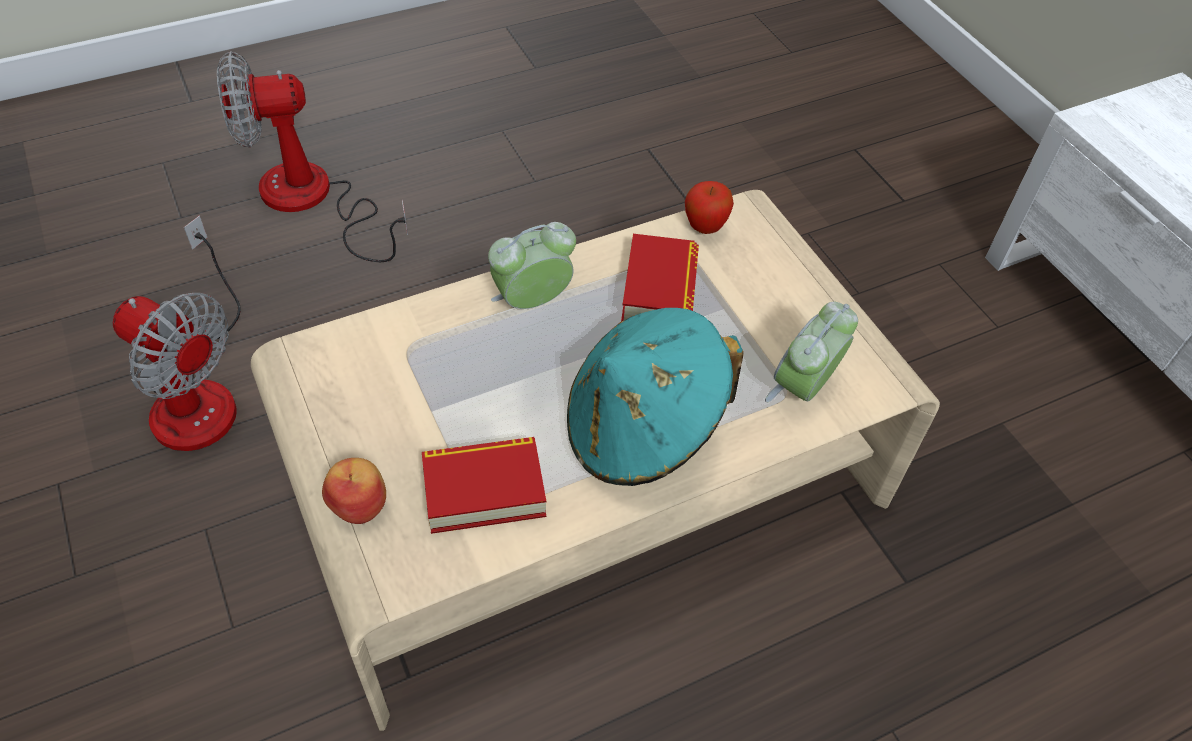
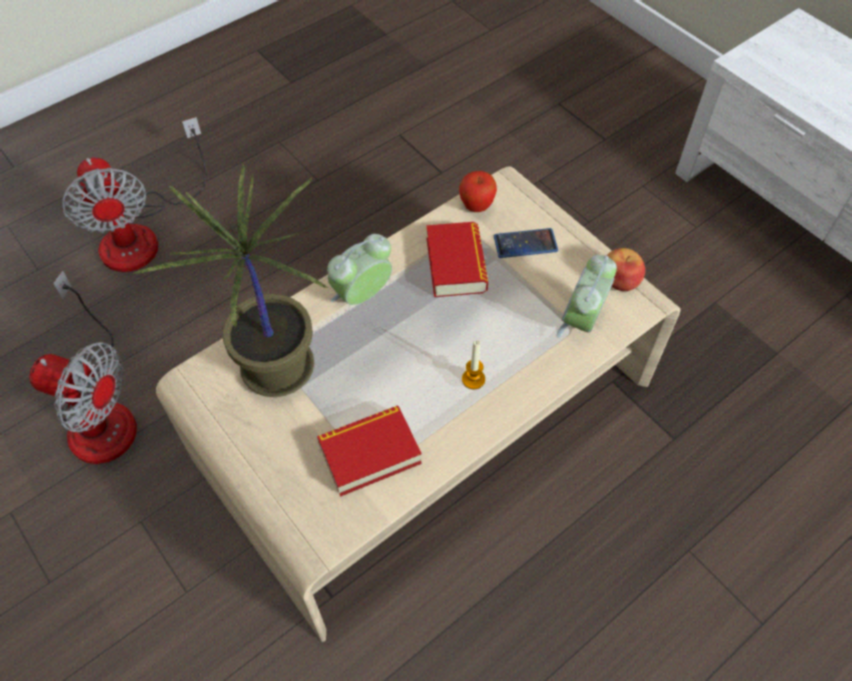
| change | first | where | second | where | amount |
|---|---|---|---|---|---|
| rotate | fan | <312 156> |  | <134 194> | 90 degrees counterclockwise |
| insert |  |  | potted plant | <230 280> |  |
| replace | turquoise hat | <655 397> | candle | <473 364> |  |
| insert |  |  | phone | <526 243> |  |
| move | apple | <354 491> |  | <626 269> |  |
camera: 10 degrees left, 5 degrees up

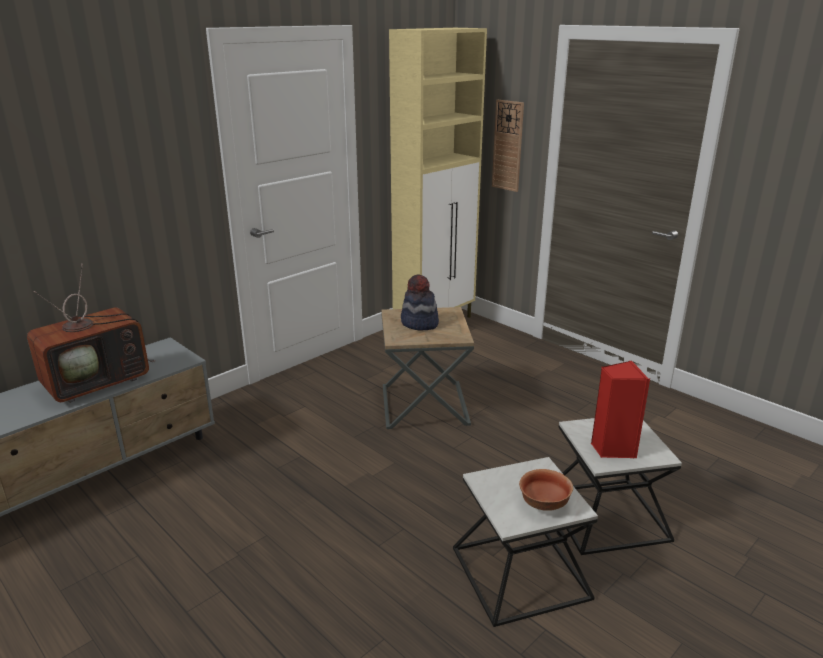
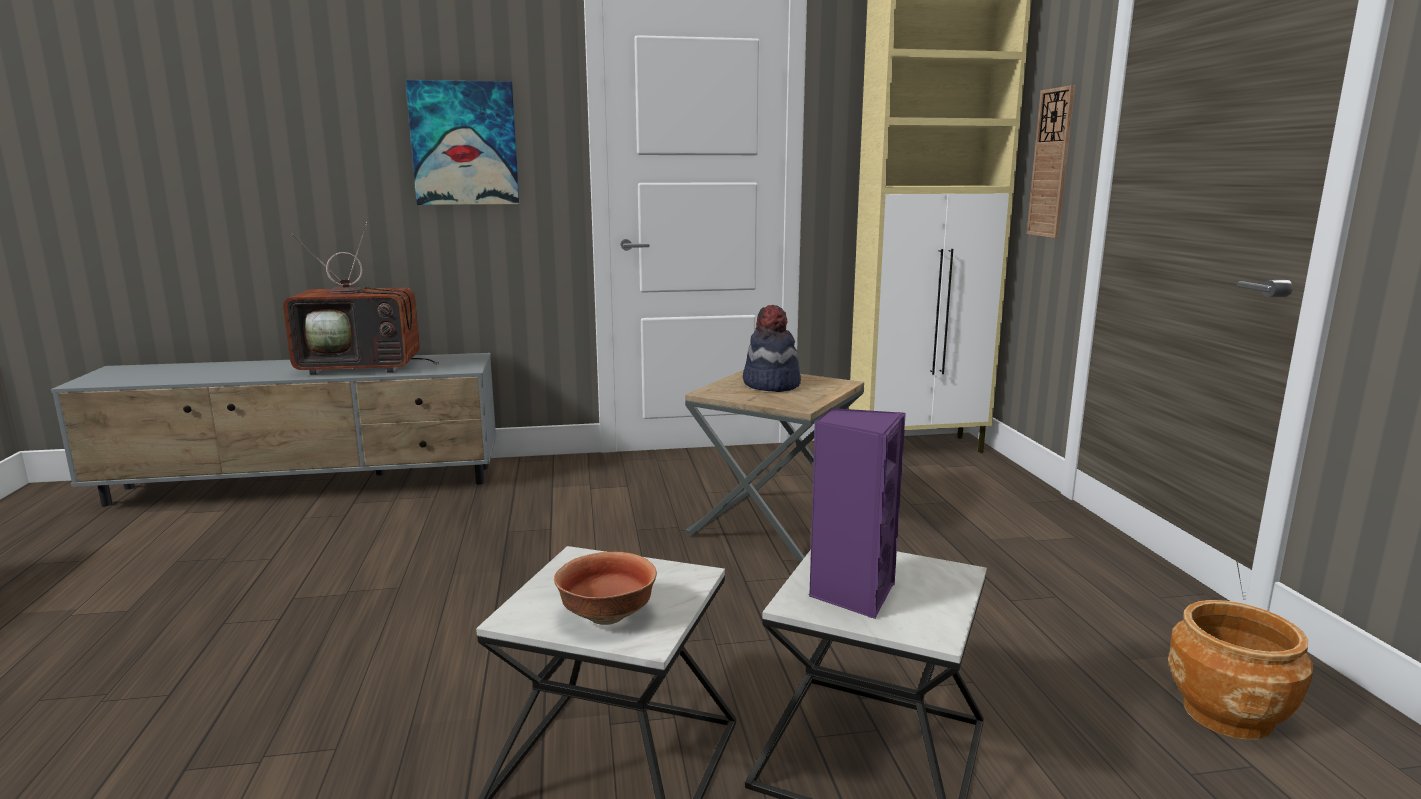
| change | first | where | second | where | amount |
|---|---|---|---|---|---|
| insert |  |  | picture | <462 142> |  |
| recolor | red speaker | <620 409> | purple speaker | <857 513> |  |
| insert |  |  | brown planter | <1240 670> |  |
camera: 35 degrees right, 10 degrees down

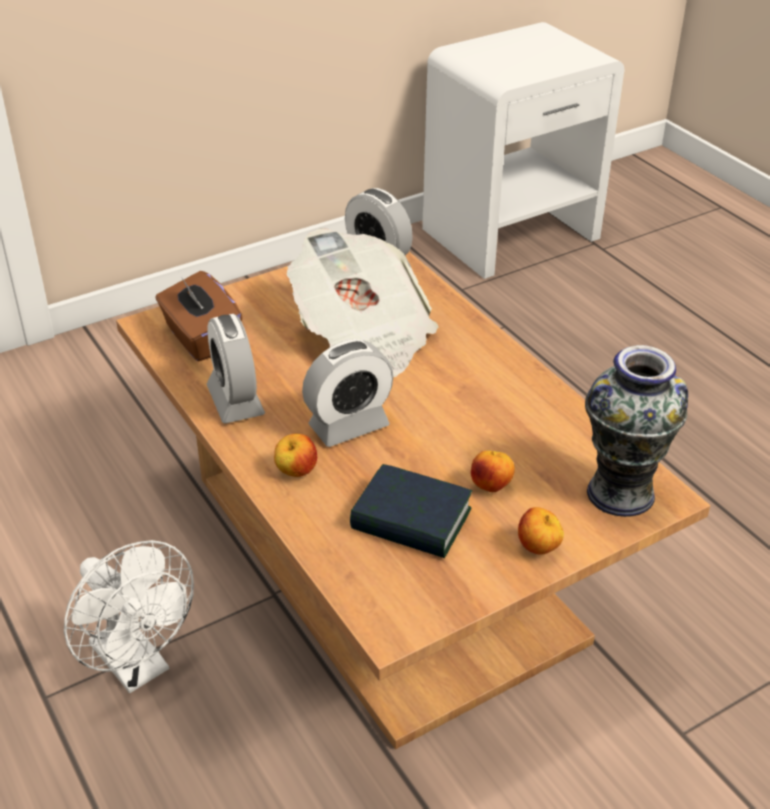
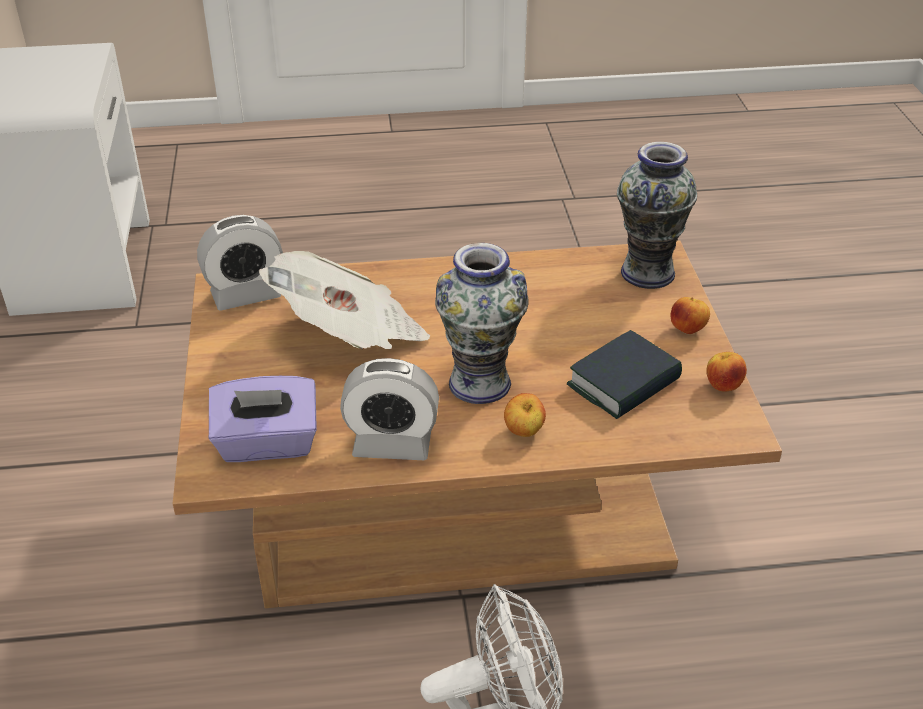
| change | first | where | second | where | amount |
|---|---|---|---|---|---|
| recolor | brown tissue box | <198 316> | purple tissue box | <263 419> |  |
| replace | alarm clock | <348 393> | vase | <482 323> |  |
| move | apple | <493 471> |  | <726 371> |  |
camera: 65 degrees left, 0 degrees up

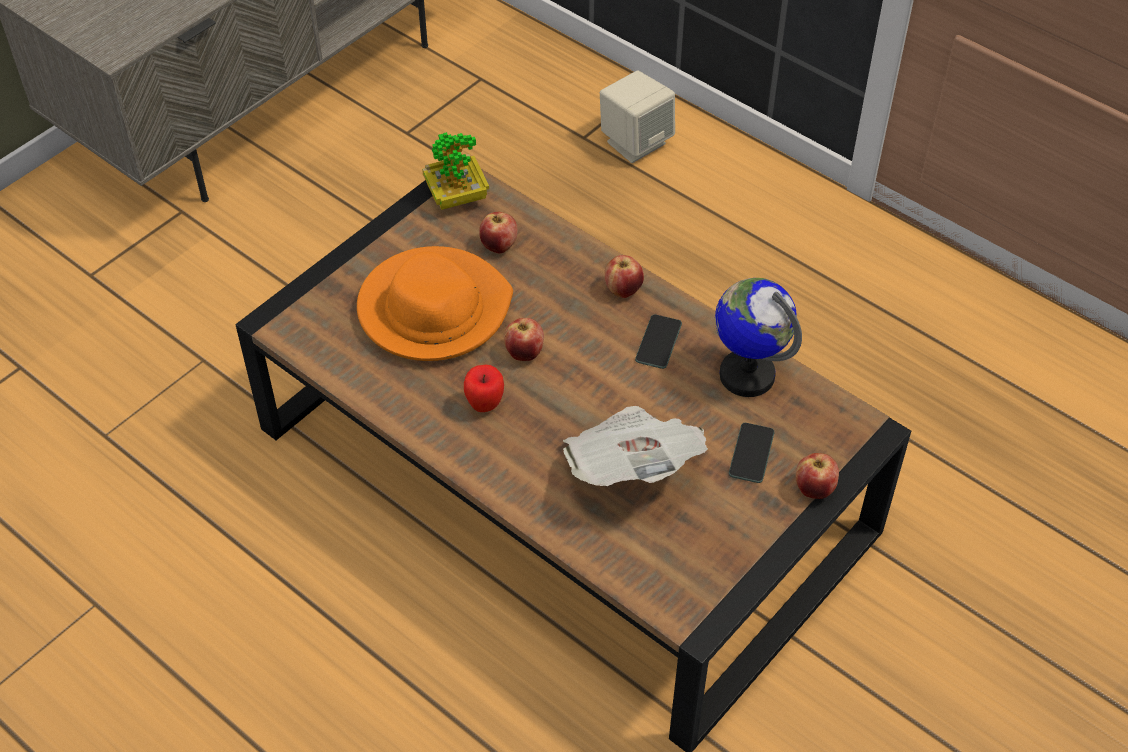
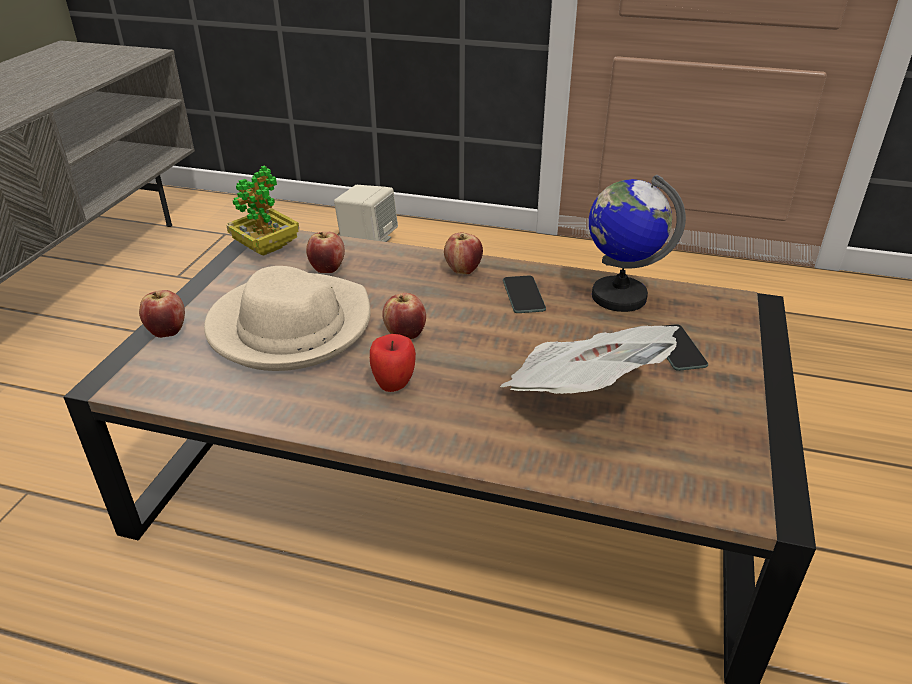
| change | first | where | second | where | amount |
|---|---|---|---|---|---|
| move | apple | <817 476> |  | <162 314> |  |
| recolor | orange hat | <435 303> | beige hat | <287 318> |  |
camera: 25 degrees left, 15 degrees down

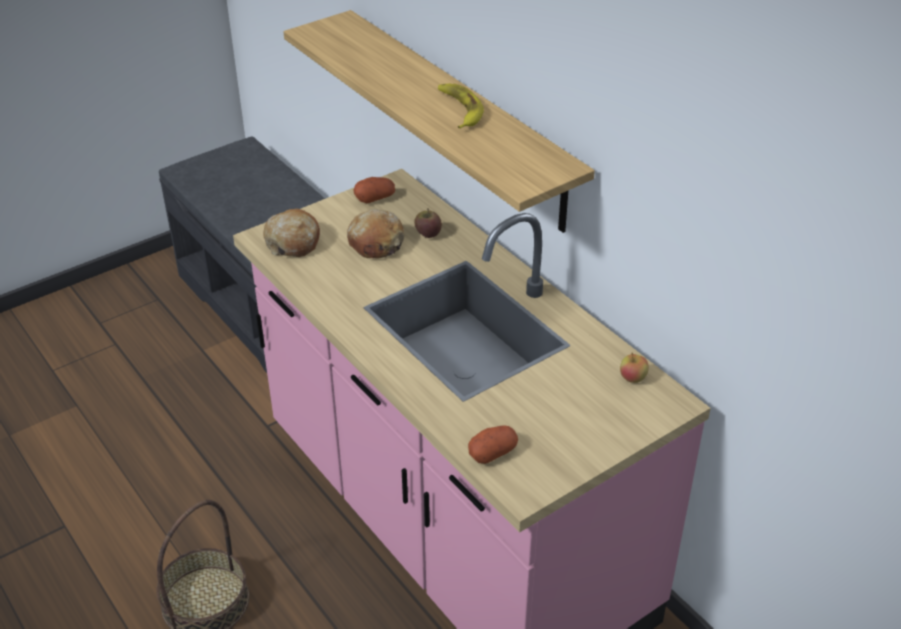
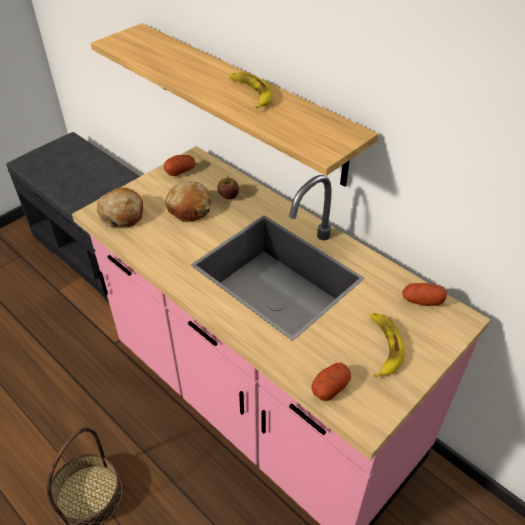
| change | first | where | second | where | amount |
|---|---|---|---|---|---|
| insert |  |  | banana | <387 345> |  |
| replace | apple | <634 368> | potato | <424 294> |  |
camera: 10 degrees left, 5 degrees up

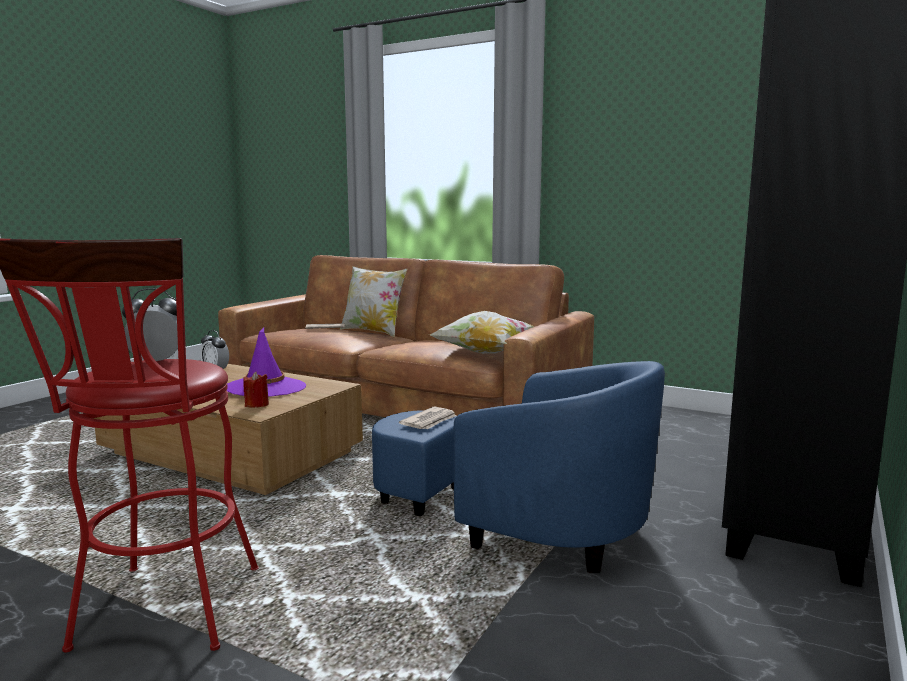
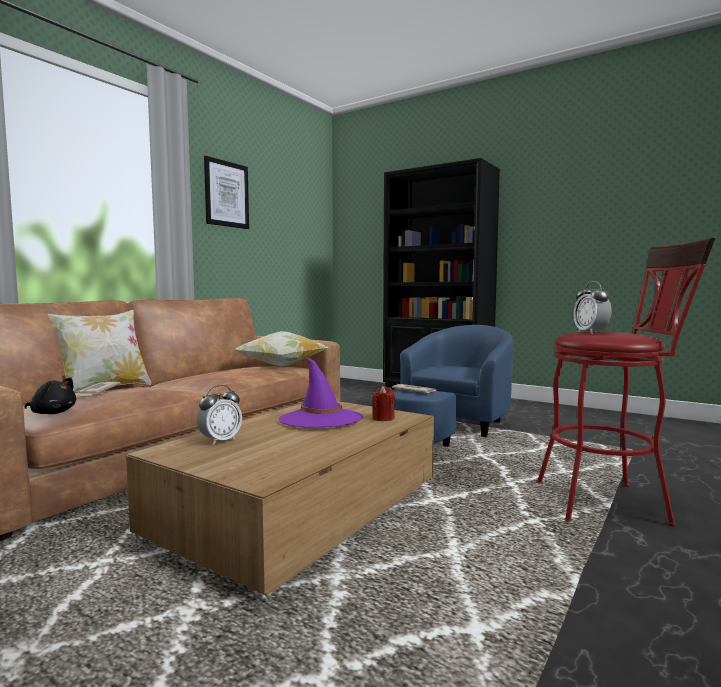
| change | first | where | second | where | amount |
|---|---|---|---|---|---|
| insert |  |  | black plush toy | <50 395> |  |
| insert |  |  | picture | <226 192> |  |
camera: 85 degrees left, 5 degrees down

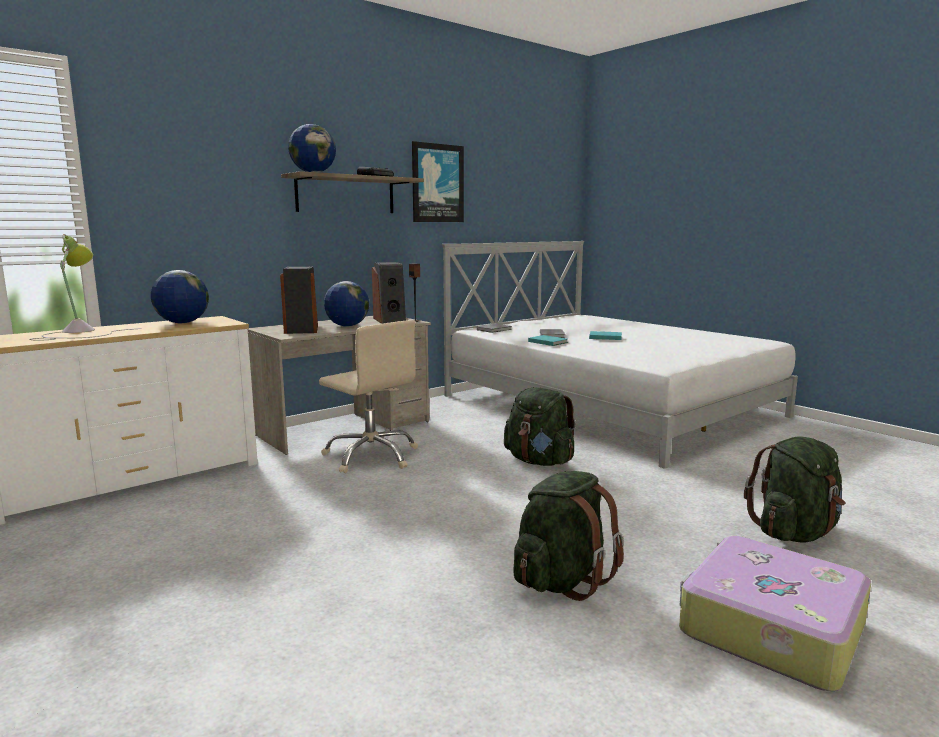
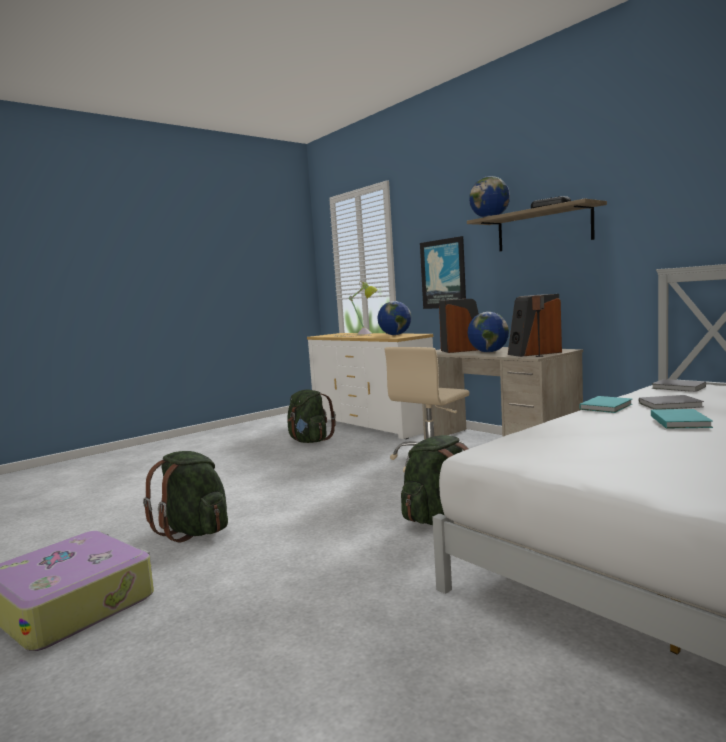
| change | first | where | second | where | amount |
|---|---|---|---|---|---|
| move | green backpack | <794 489> |  | <311 416> |  |
| move | picture | <438 181> |  | <443 272> |  |
camera: 90 degrees right, 5 degrees down

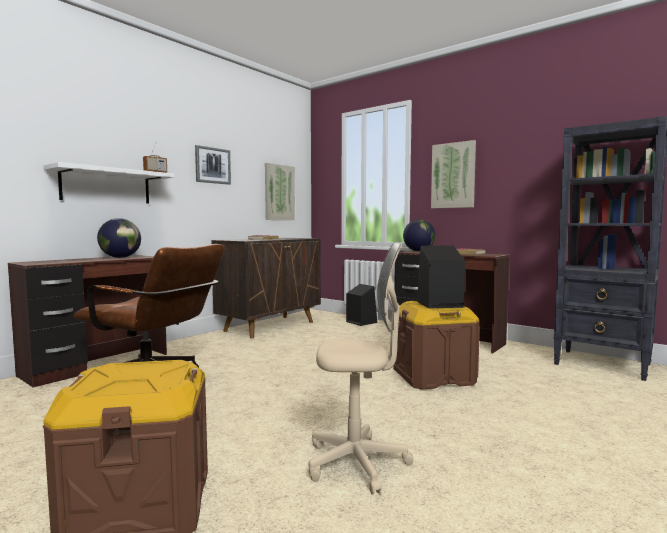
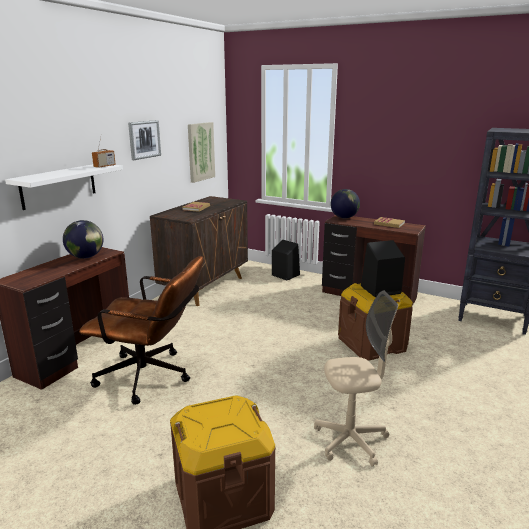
| change | first | where | second | where | amount |
|---|---|---|---|---|---|
| delete | picture | <453 174> |  |  |  |
camera: 10 degrees left, 15 degrees up

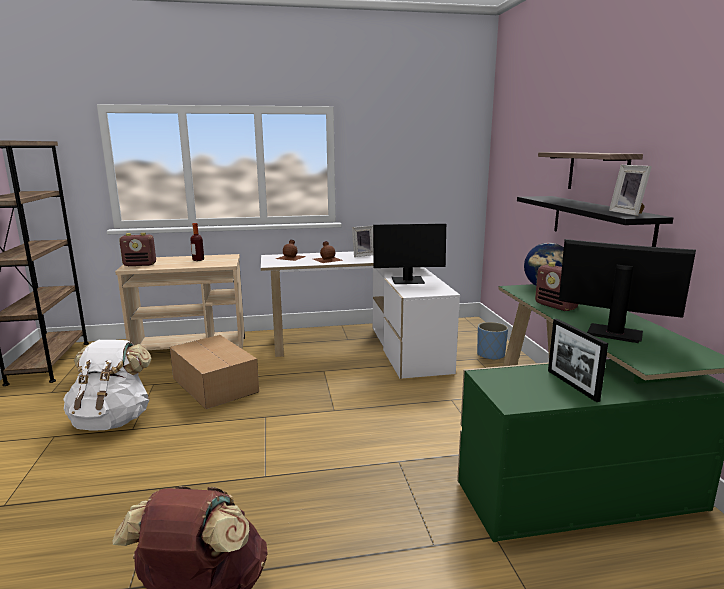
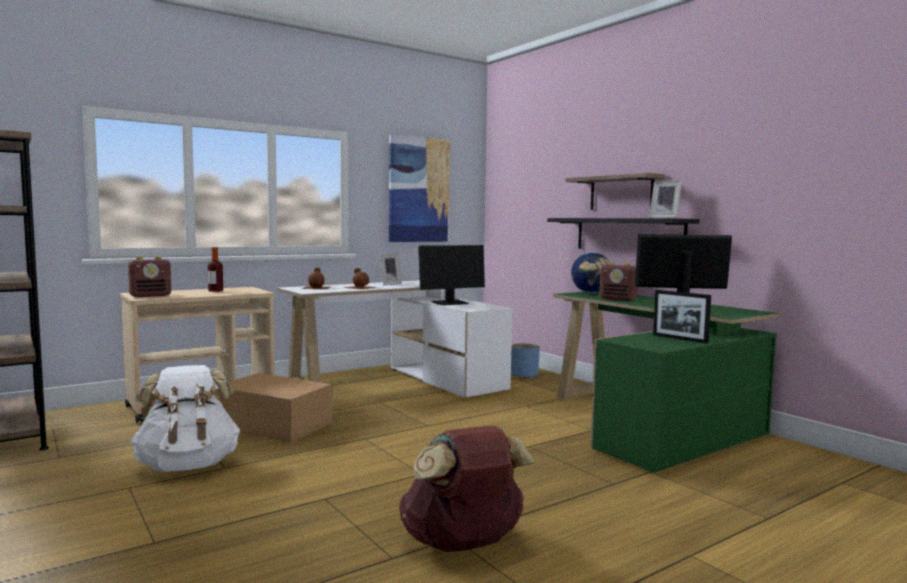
| change | first | where | second | where | amount |
|---|---|---|---|---|---|
| insert |  |  | picture | <419 188> |  |
camera: 25 degrees left, 10 degrees down

